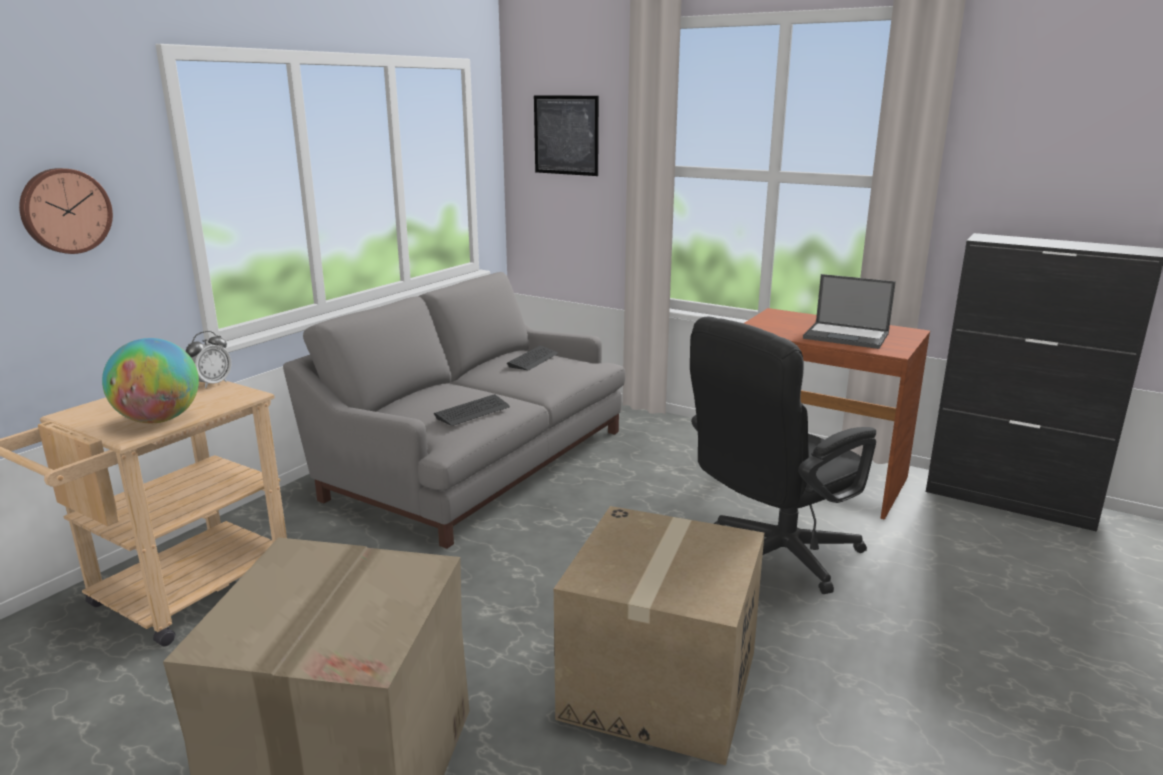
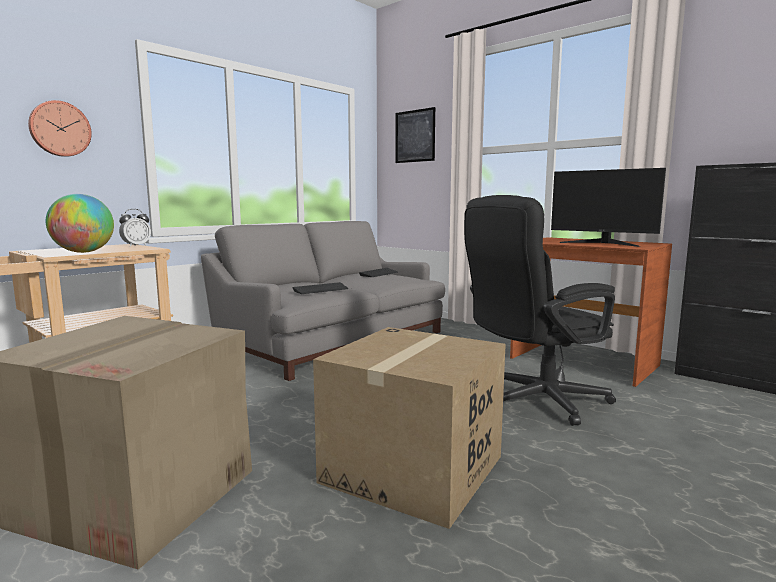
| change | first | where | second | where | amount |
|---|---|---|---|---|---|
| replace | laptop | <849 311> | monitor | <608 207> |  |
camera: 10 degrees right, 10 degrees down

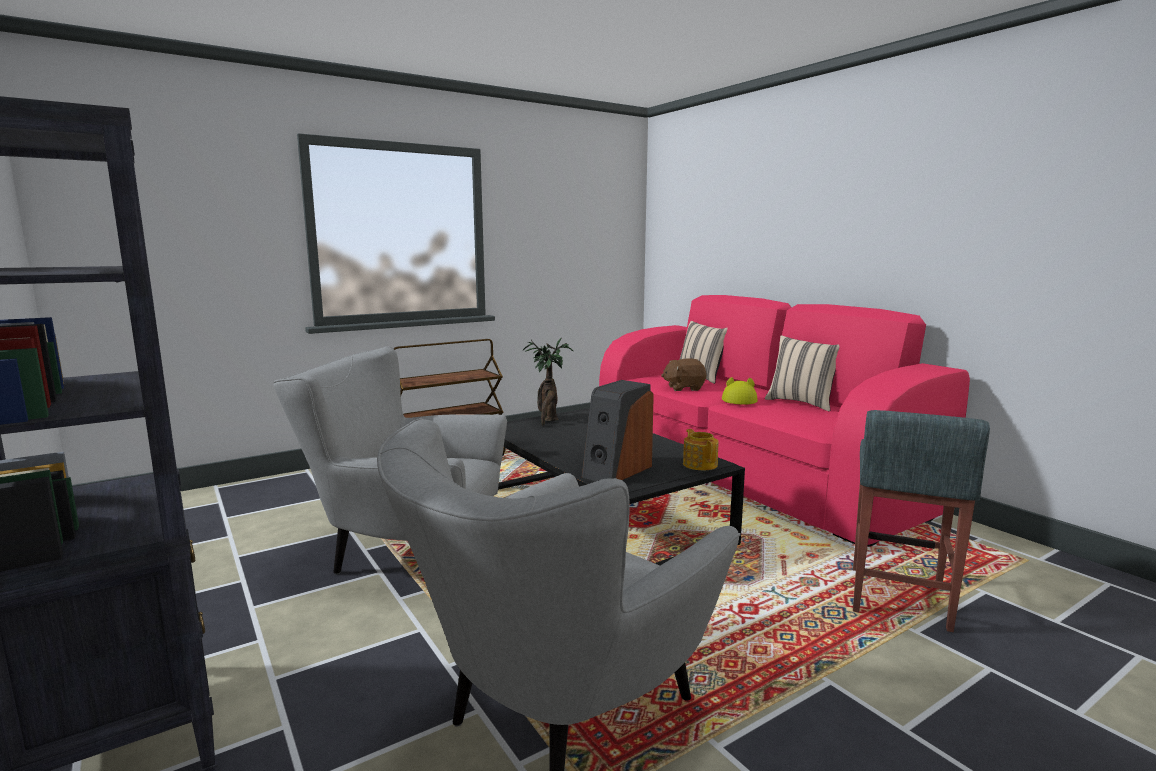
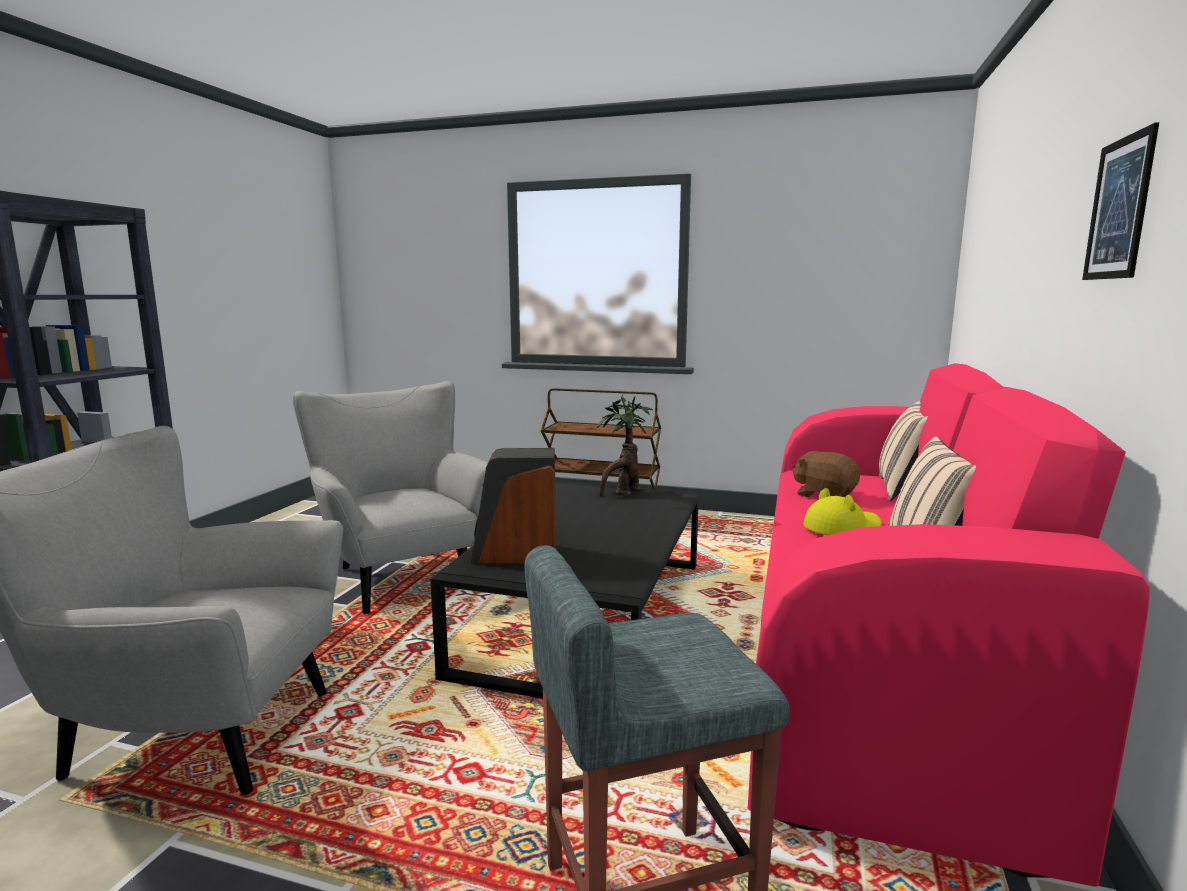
| change | first | where | second | where | amount |
|---|---|---|---|---|---|
| insert |  |  | picture | <1120 201> |  |
| delete | teapot | <701 449> |  |  |  |
camera: 50 degrees right, 0 degrees up

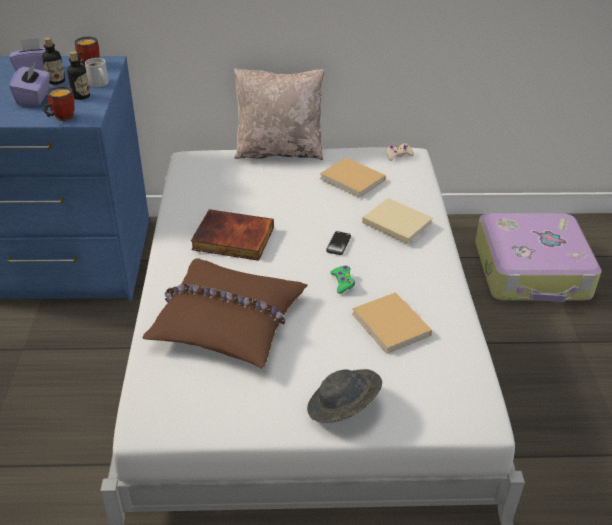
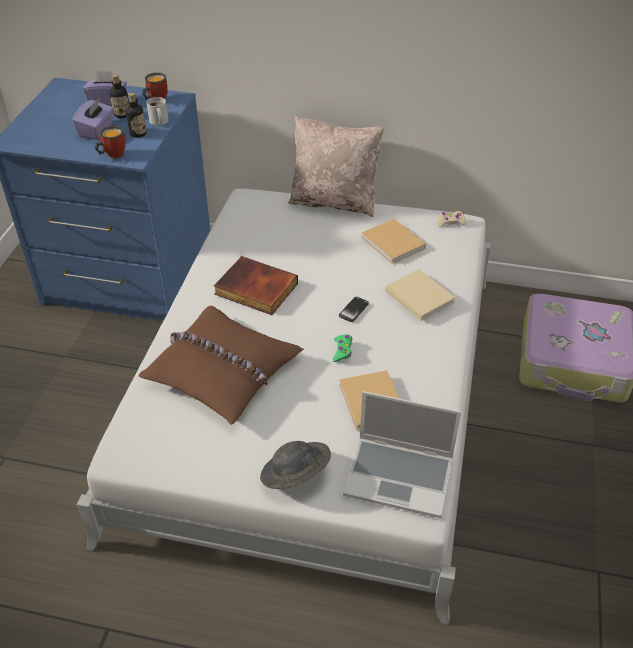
| change | first | where | second | where | amount |
|---|---|---|---|---|---|
| insert |  |  | laptop | <402 454> |  |
camera: 15 degrees right, 5 degrees up

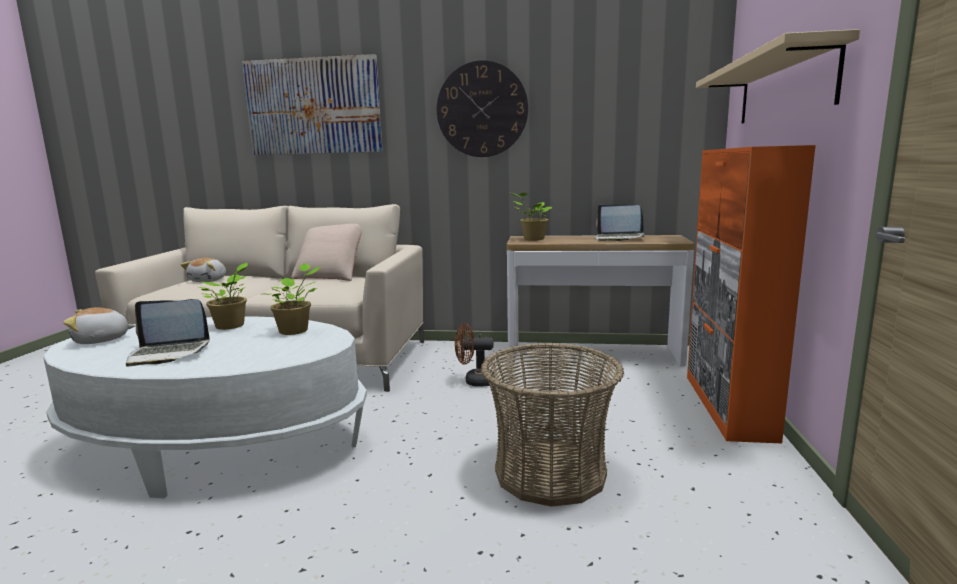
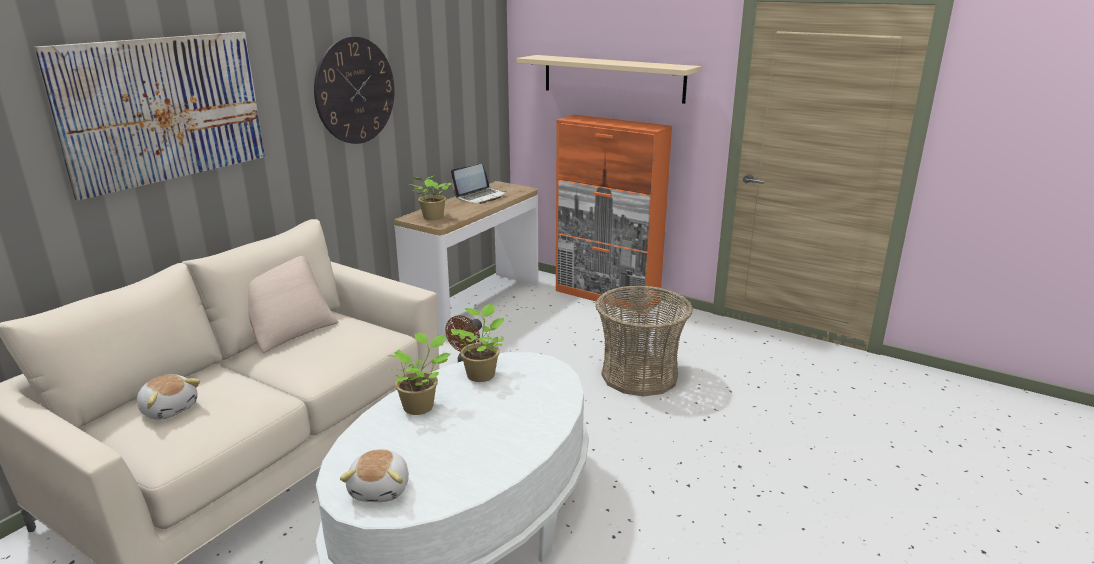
| change | first | where | second | where | amount |
|---|---|---|---|---|---|
| delete | laptop | <168 332> |  |  |  |
camera: 65 degrees left, 10 degrees up

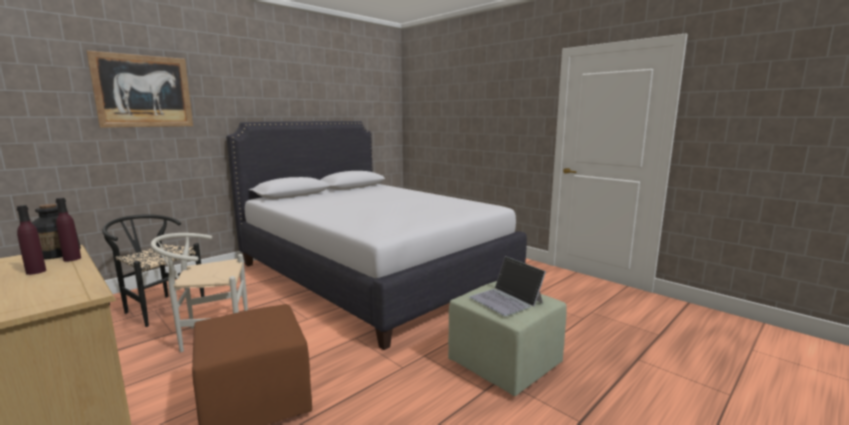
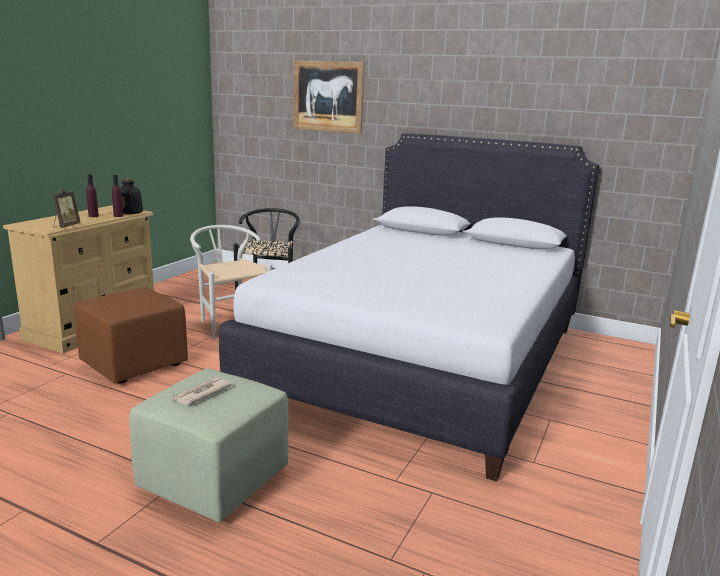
| change | first | where | second | where | amount |
|---|---|---|---|---|---|
| insert |  |  | picture frame | <67 209> |  |
| replace | laptop | <507 286> | newspaper | <202 391> |  |
camera: 70 degrees right, 5 degrees up

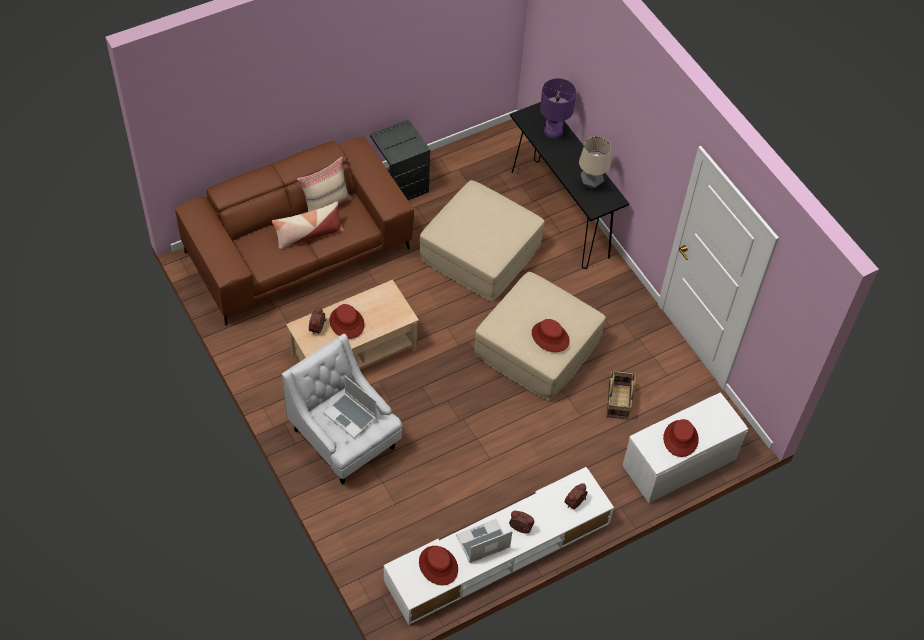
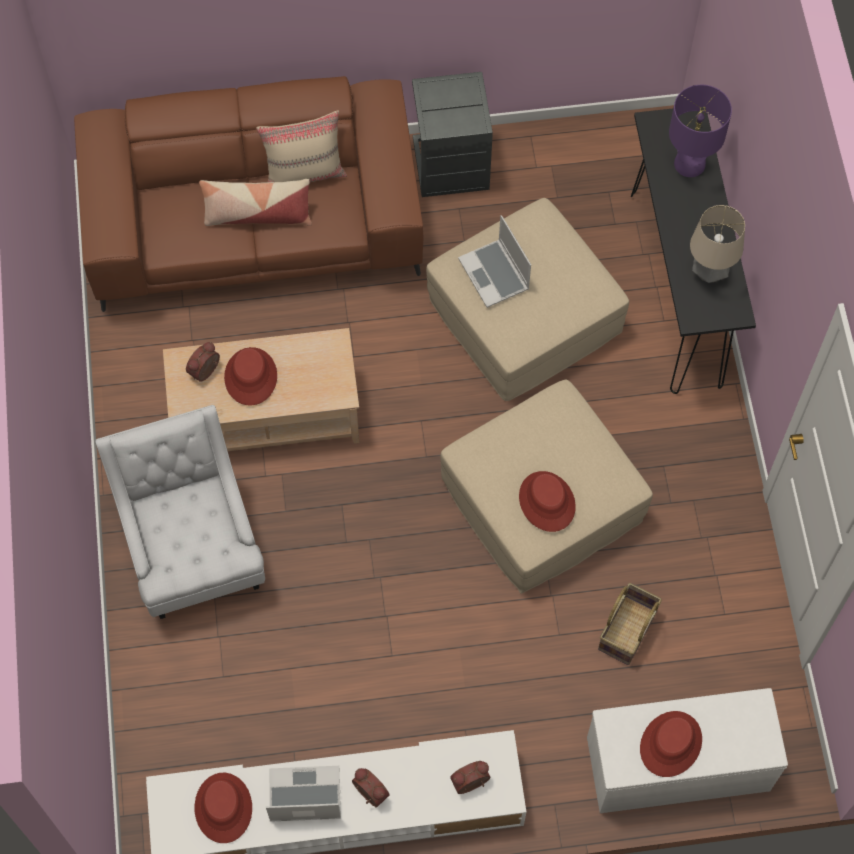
| change | first | where | second | where | amount |
|---|---|---|---|---|---|
| move | laptop | <350 407> |  | <494 261> |  |
camera: 25 degrees right, 10 degrees up

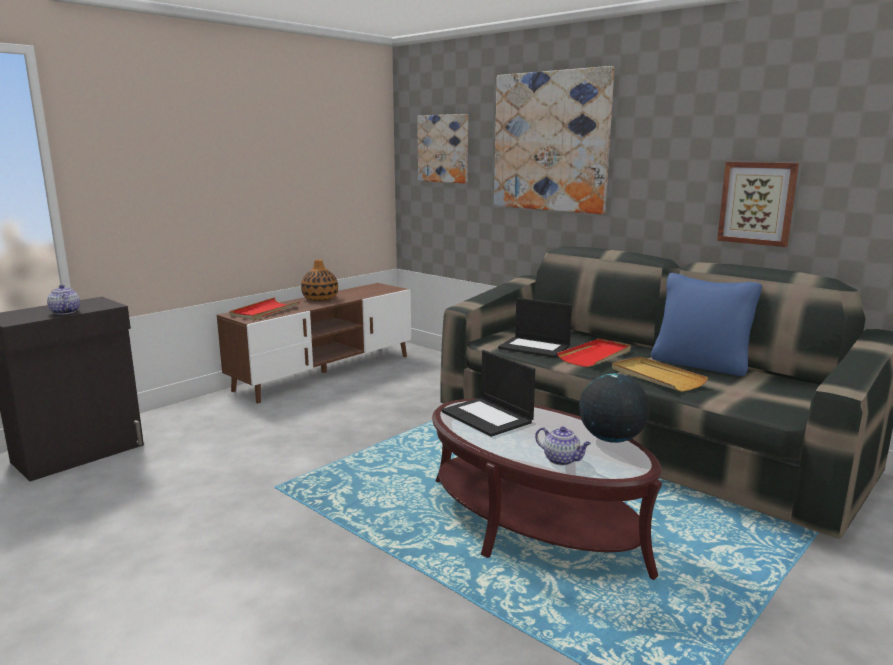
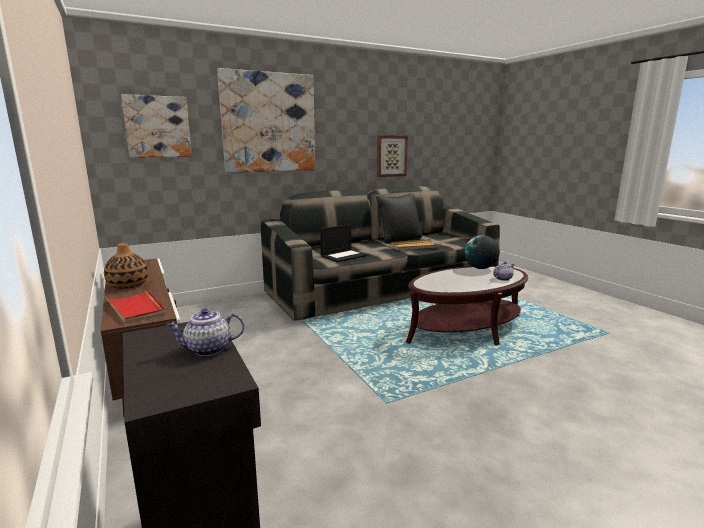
| change | first | where | second | where | amount |
|---|---|---|---|---|---|
| recolor | blue pillow | <706 324> | black pillow | <399 218> |  |
| delete | laptop | <488 393> |  |  |  |
| delete | red tray | <594 353> |  |  |  |
camera: 70 degrees left, 0 degrees up

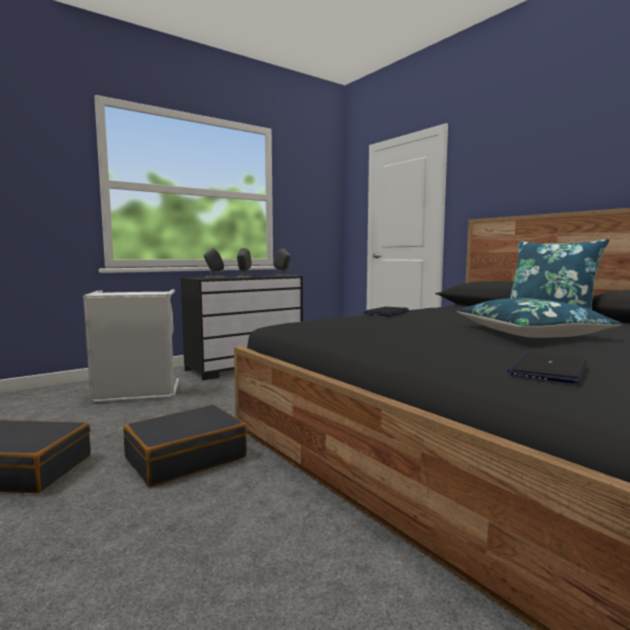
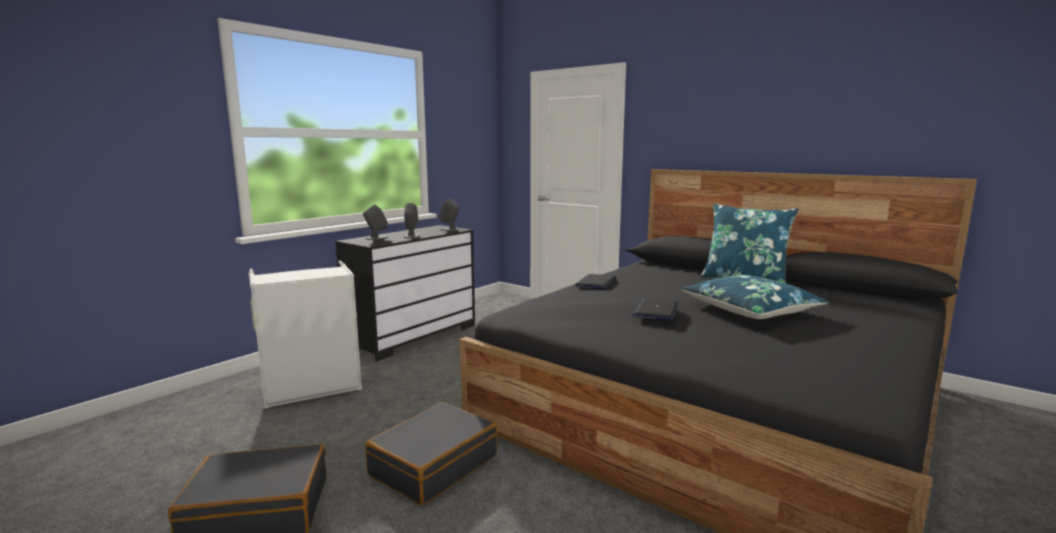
| change | first | where | second | where | amount |
|---|---|---|---|---|---|
| move | laptop | <547 368> |  | <655 310> |  |
camera: 15 degrees left, 5 degrees up

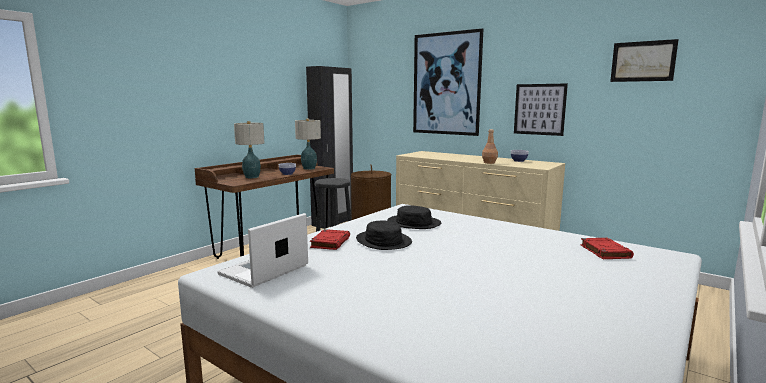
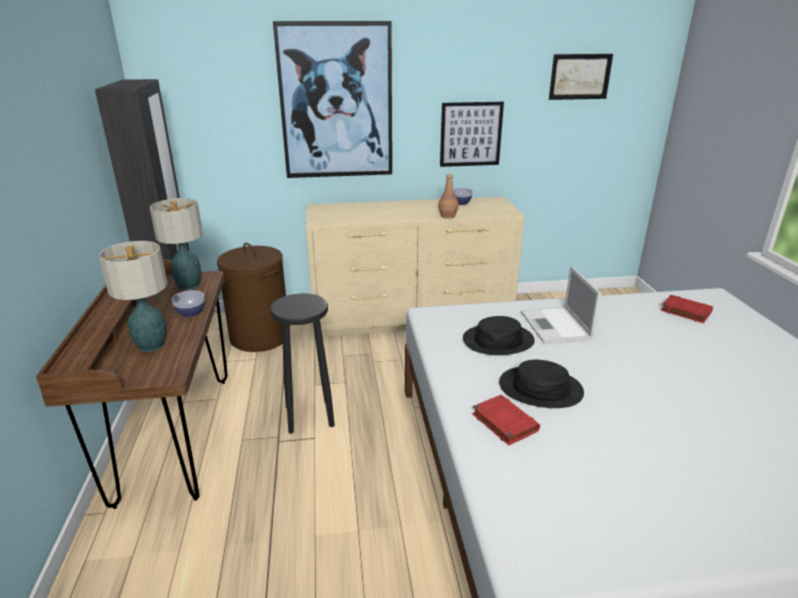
| change | first | where | second | where | amount |
|---|---|---|---|---|---|
| move | laptop | <263 250> |  | <561 304> |  |
camera: 45 degrees left, 15 degrees up

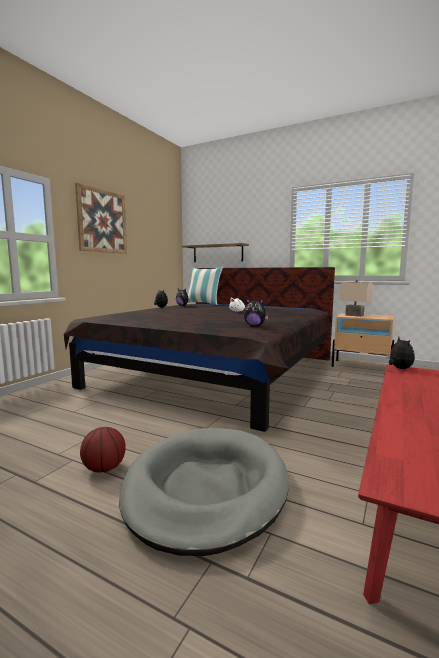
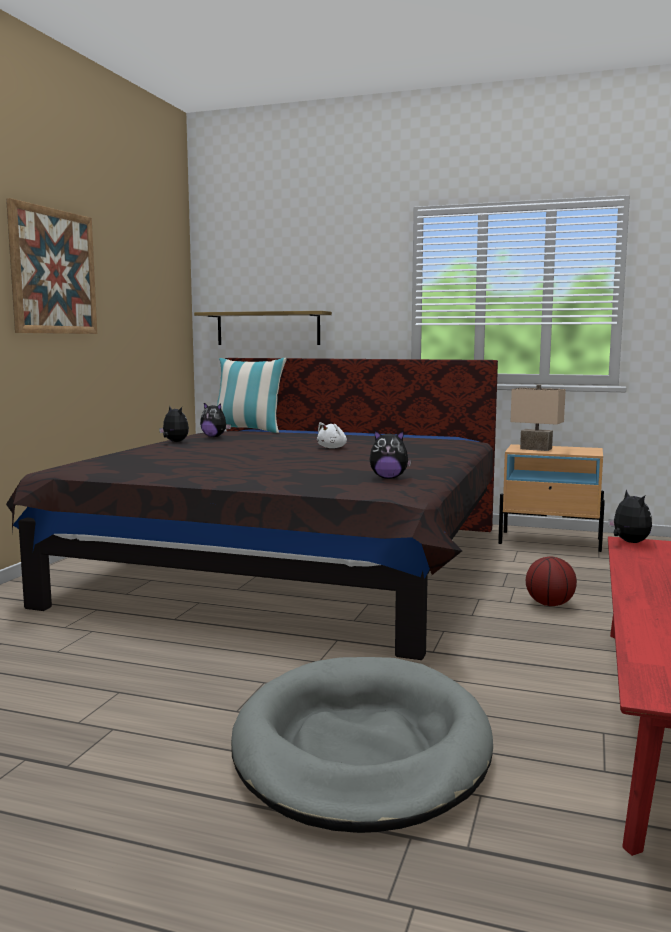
| change | first | where | second | where | amount |
|---|---|---|---|---|---|
| move | basketball | <103 450> |  | <551 581> |  |
camera: 10 degrees left, 0 degrees up

